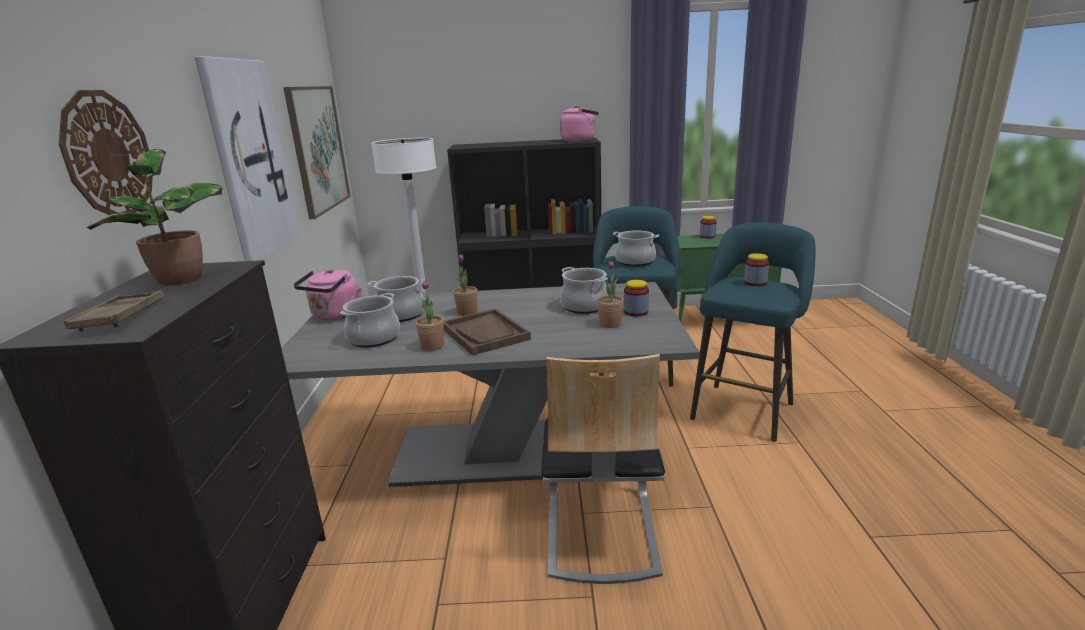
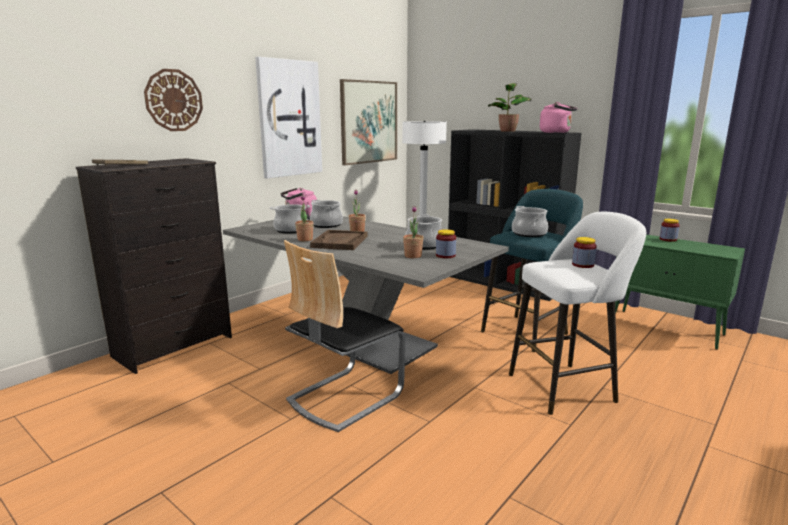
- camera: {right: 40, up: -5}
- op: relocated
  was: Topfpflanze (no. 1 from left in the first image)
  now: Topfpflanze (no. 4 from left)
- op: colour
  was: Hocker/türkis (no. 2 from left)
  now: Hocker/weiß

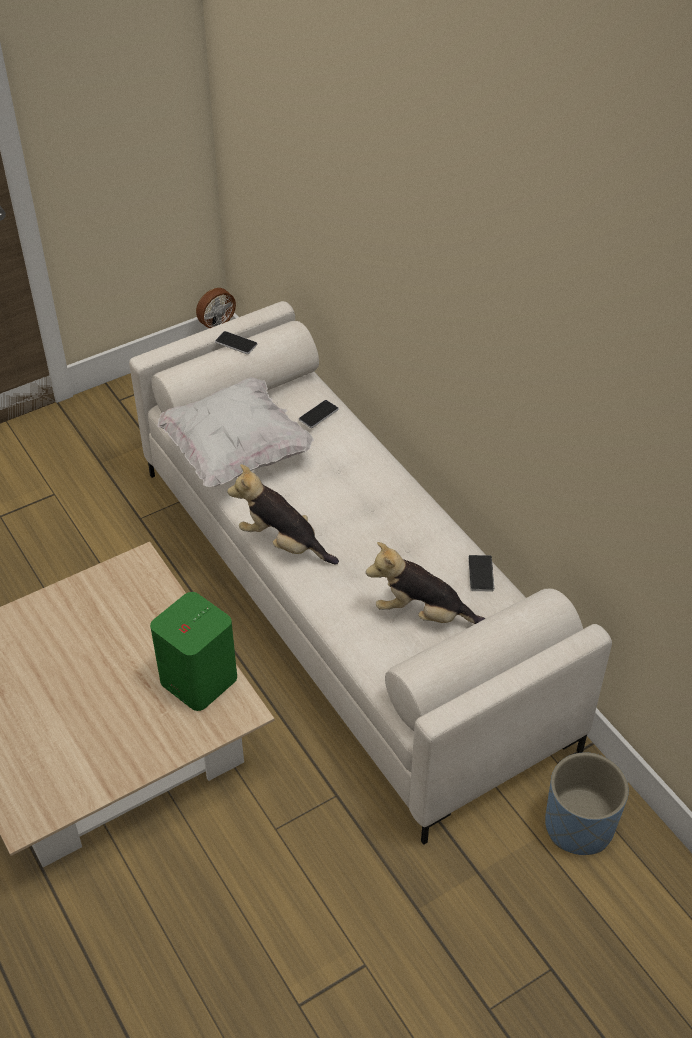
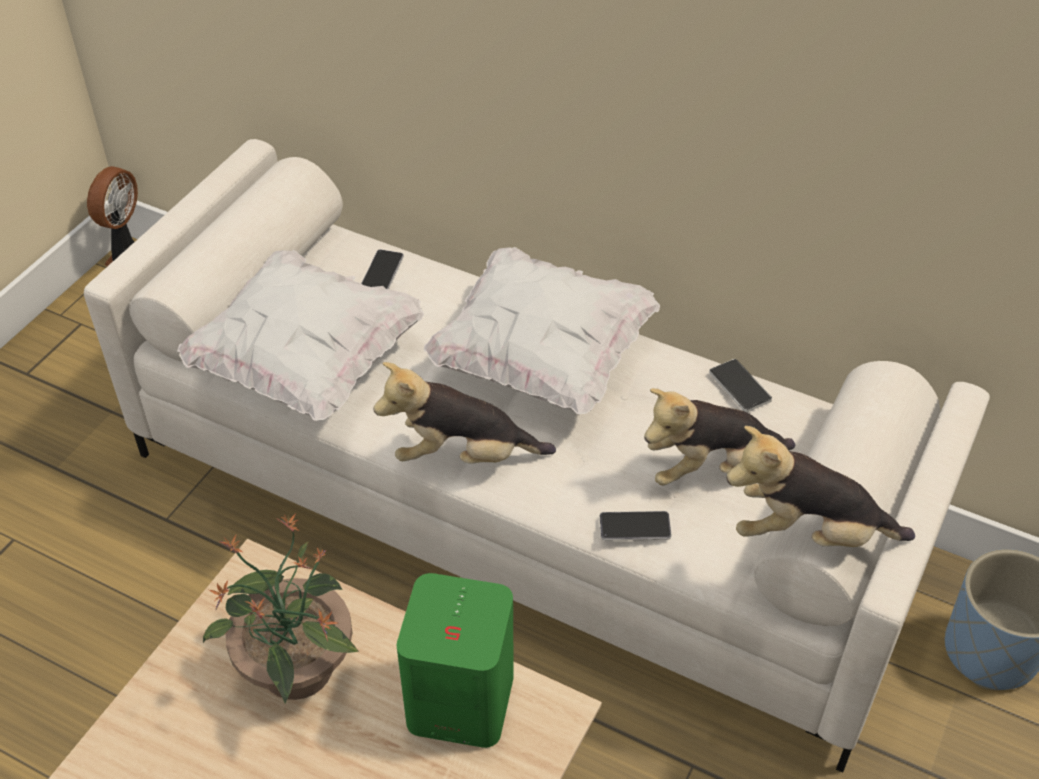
- camera: {right: -30, up: 0}
- op: appeared
  now: Topfpflanze
- op: appeared
  now: Kissen/weiß (no. 2 from left)
- op: relocated
  was: Handy (no. 1 from left in the first image)
  now: Handy (no. 2 from left)
- op: appeared
  now: Plüschtier (no. 3 from left)

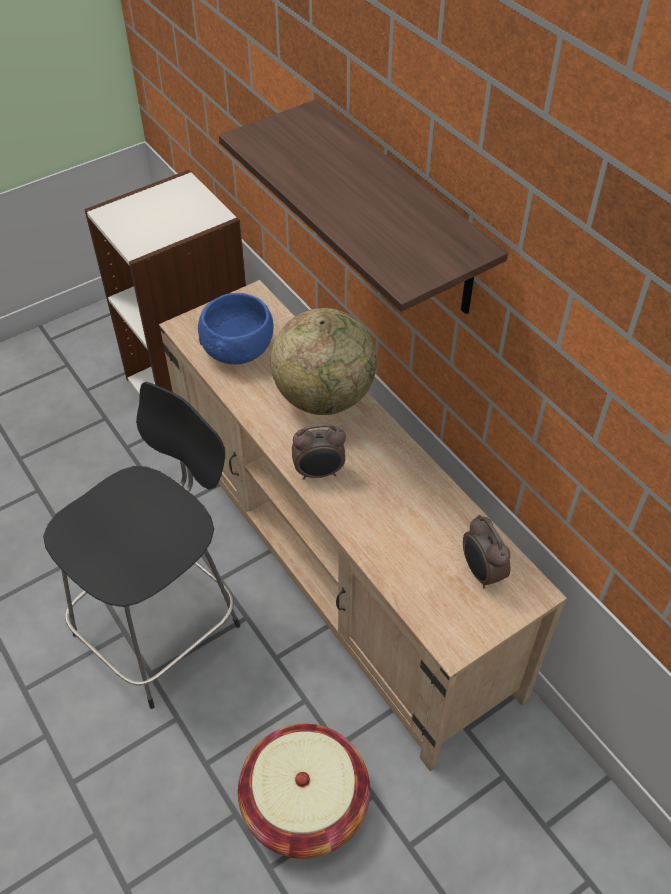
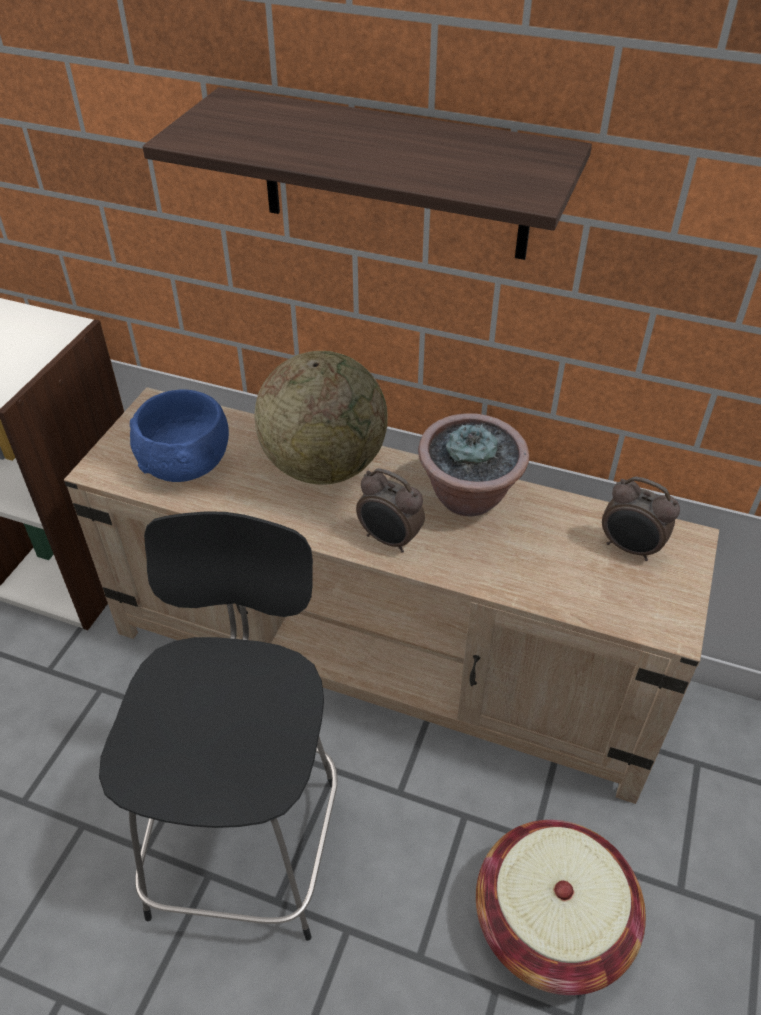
- camera: {right: -35, up: -5}
- op: spun
  was: Wecker (no. 1 from left)
  clockwise: 75
- op: appeared
  now: Topfpflanze

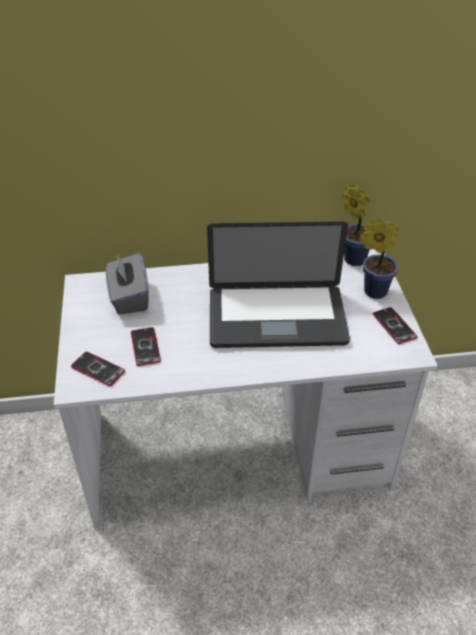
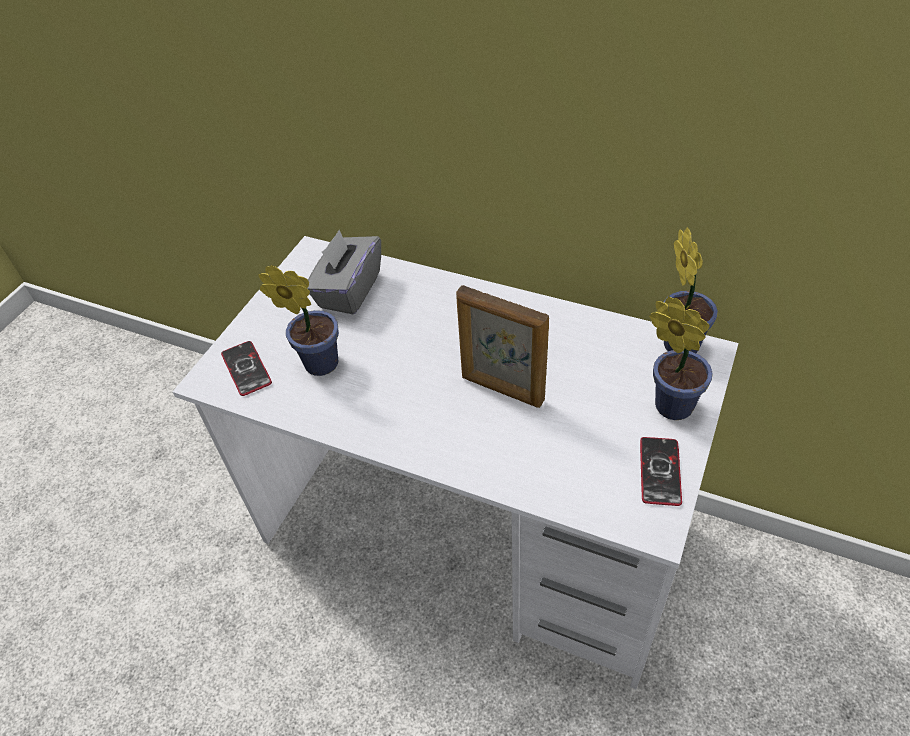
- camera: {right: 35, up: 5}
- op: exchanged
  was: Handy (no. 2 from left)
  now: Topfpflanze (no. 1 from left)
- op: exchanged
  was: Laptop
  now: Bilderrahmen

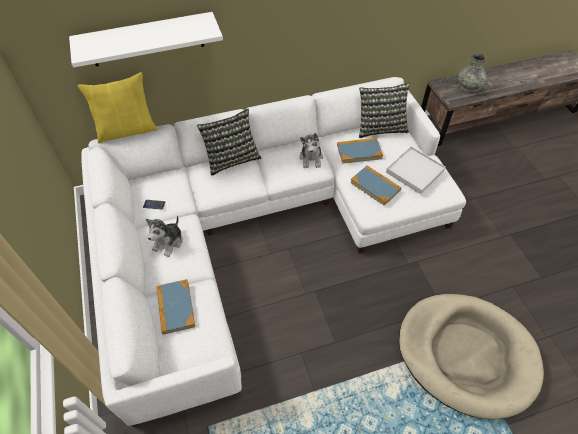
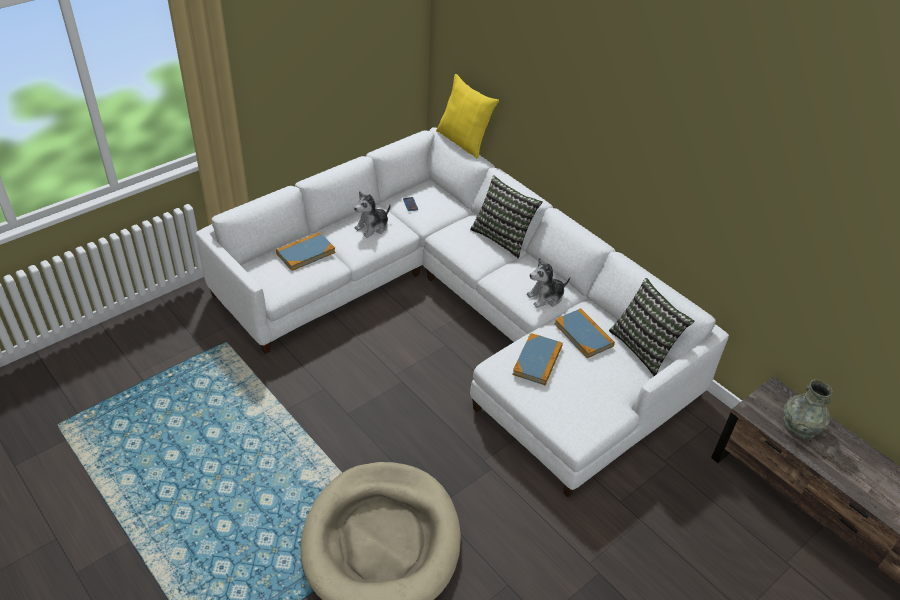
- camera: {right: 65, up: -10}
- op: spun
  was: Plüschtier (no. 1 from left)
  clockwise: -45
- op: missing
  was: Wandregal/weiß
- op: missing
  was: Tablett/weiß

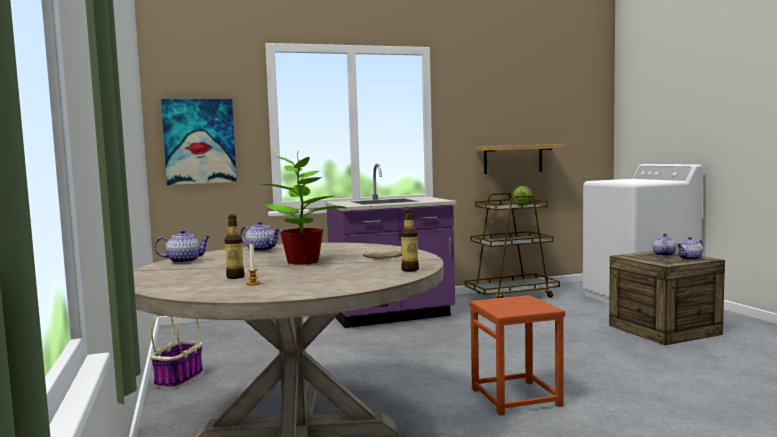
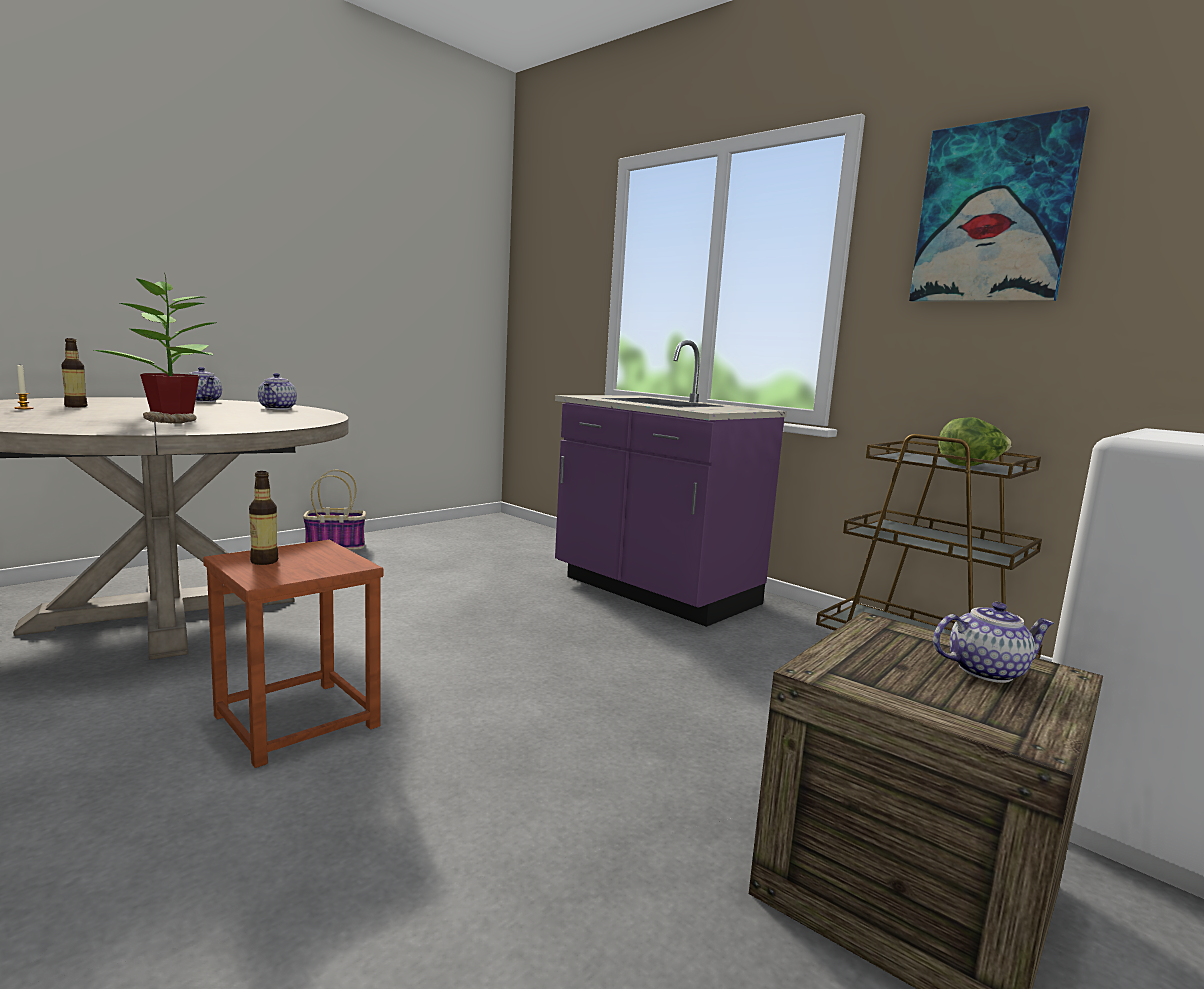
- camera: {right: 60, up: 5}
- op: relocated
  was: Flasche (no. 2 from left)
- op: relocated
  was: Bild
- op: missing
  was: Wandregal
- op: missing
  was: Teekanne (no. 4 from left)

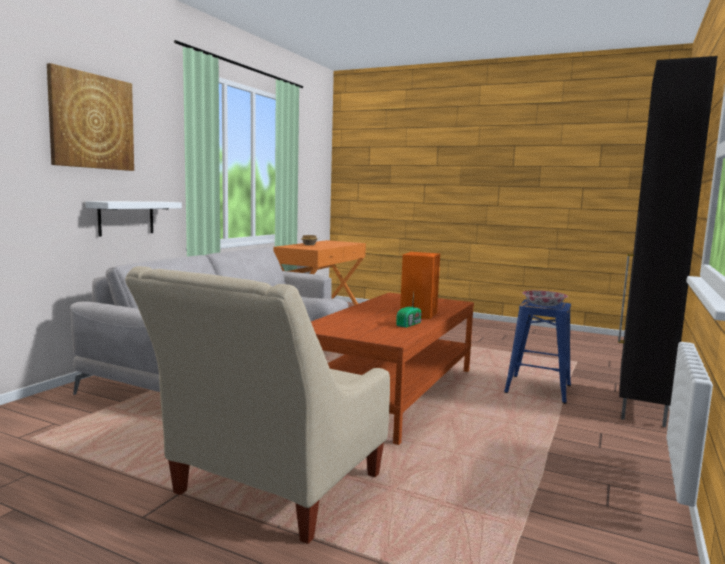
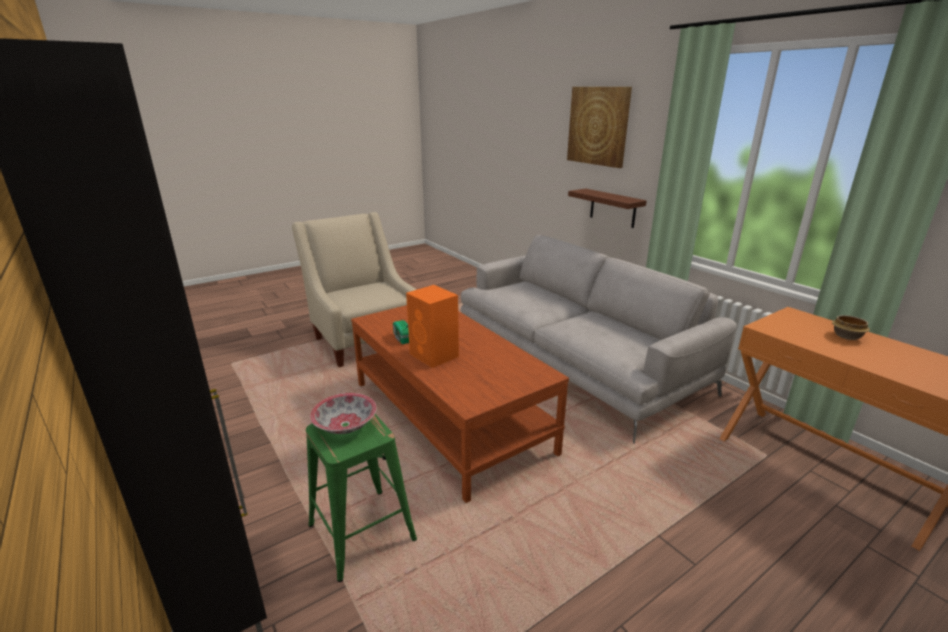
- camera: {right: 120, up: 15}
- op: colour
  was: Hocker/blau
  now: Hocker/grün
- op: colour
  was: Wandregal/weiß
  now: Wandregal/braun

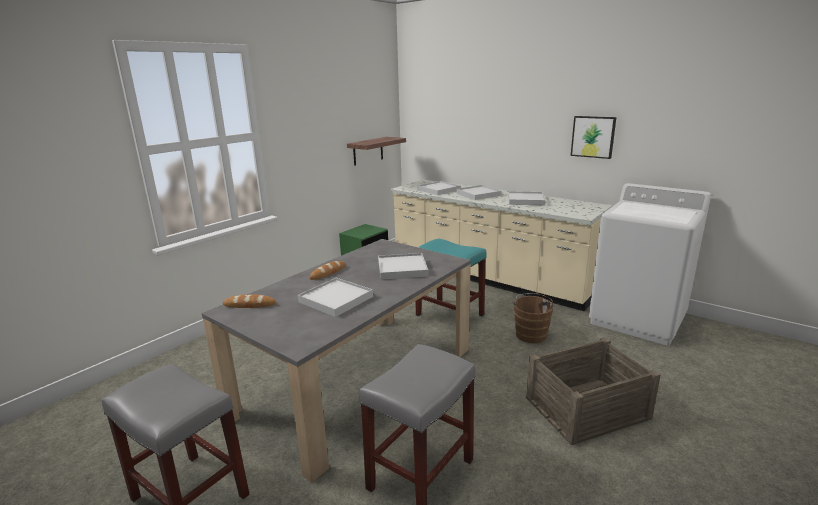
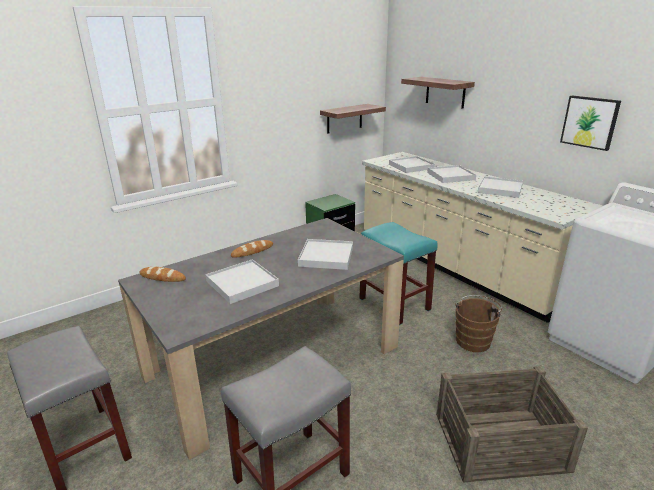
- camera: {right: 15, up: 5}
- op: appeared
  now: Wandregal (no. 2 from left)

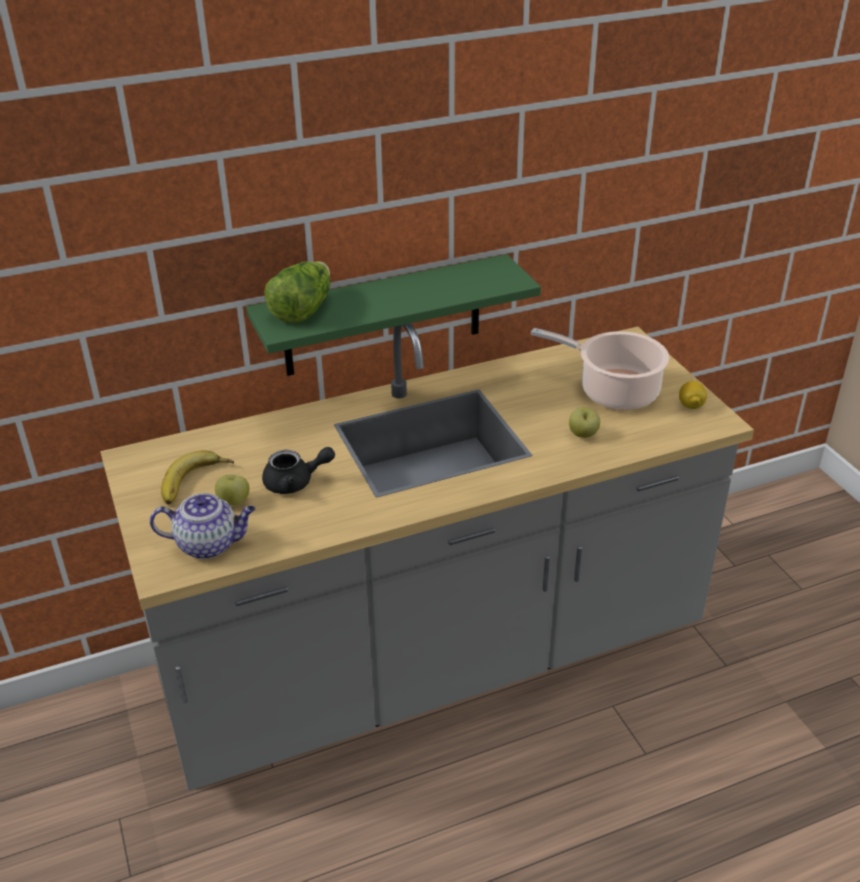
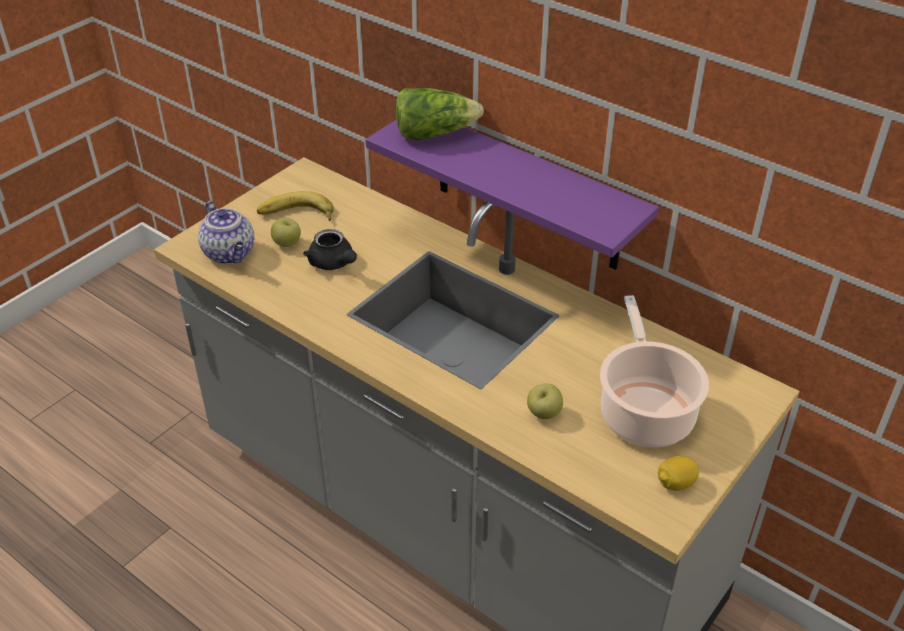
- camera: {right: 60, up: 5}
- op: colour
  was: Wandregal/grün
  now: Wandregal/lila

